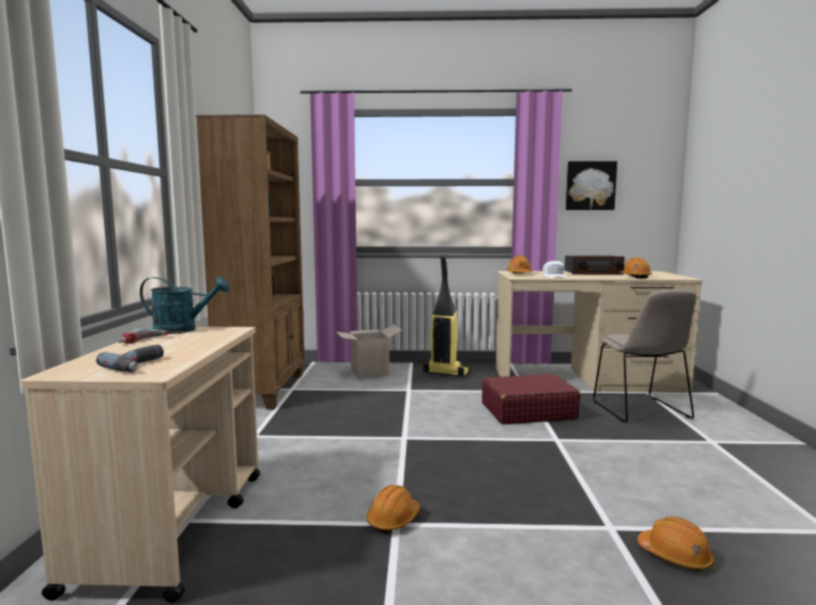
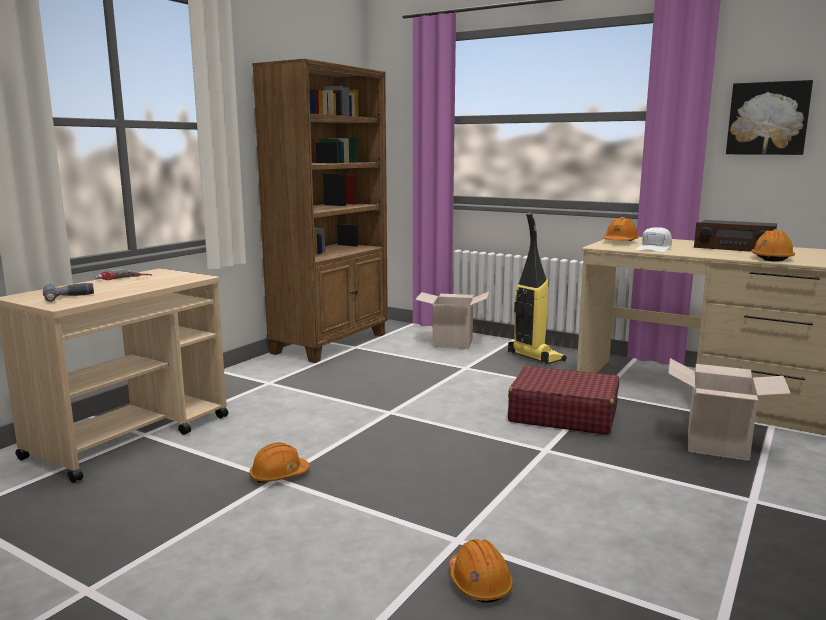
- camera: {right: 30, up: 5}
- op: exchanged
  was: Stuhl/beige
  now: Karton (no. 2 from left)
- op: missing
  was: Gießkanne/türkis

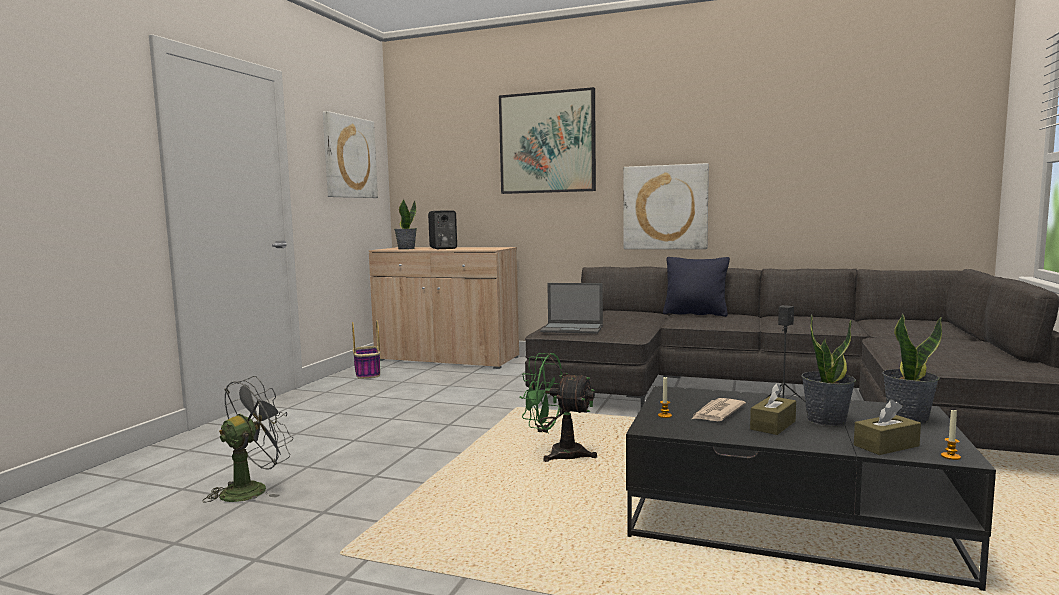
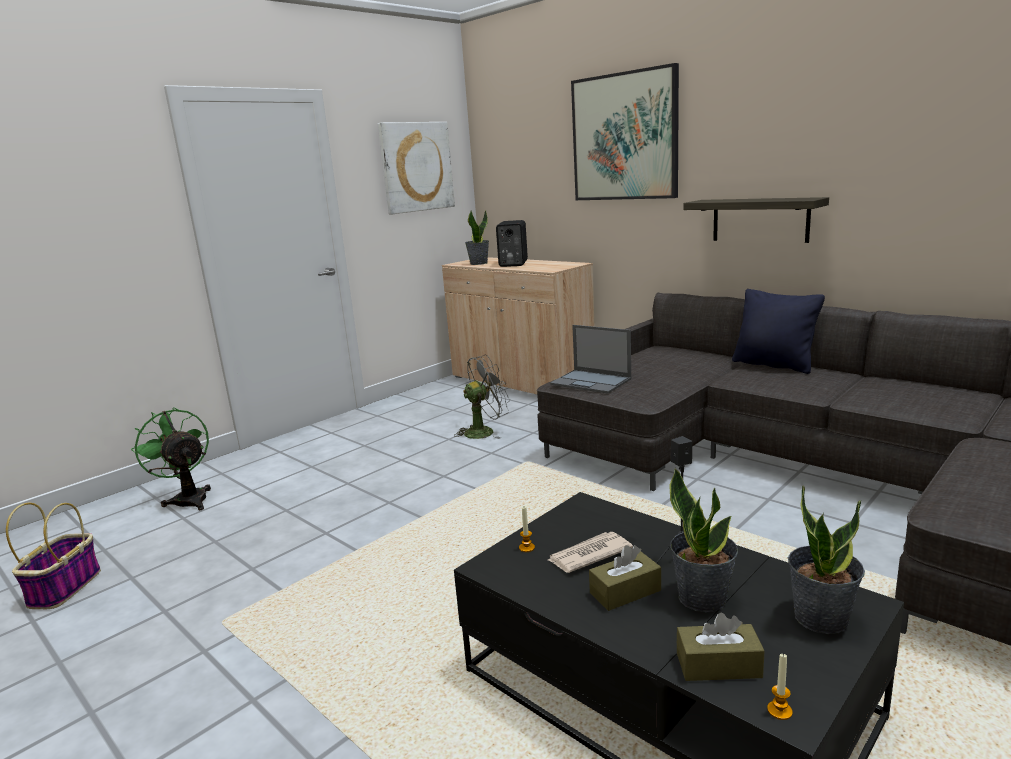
- camera: {right: 25, up: 10}
- op: relocated
  was: Korb
- op: relocated
  was: Ventilator/grün
- op: relocated
  was: Ventilator/grau
- op: exchanged
  was: Bild (no. 3 from left)
  now: Wandregal

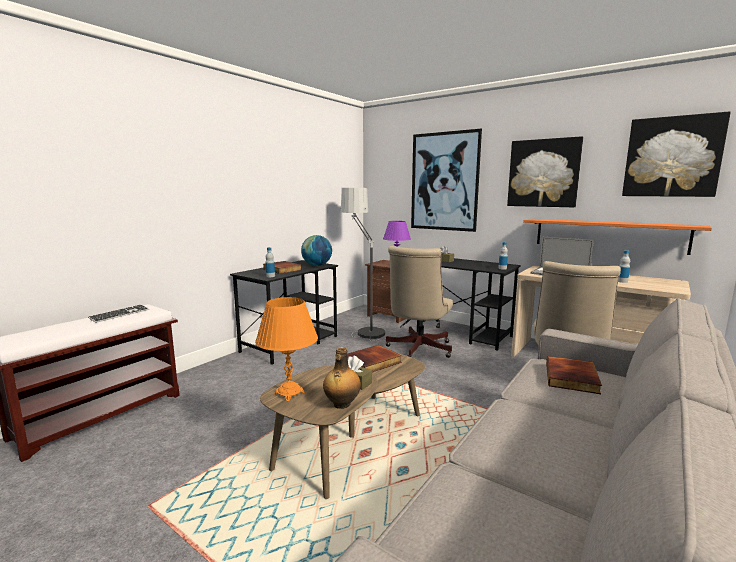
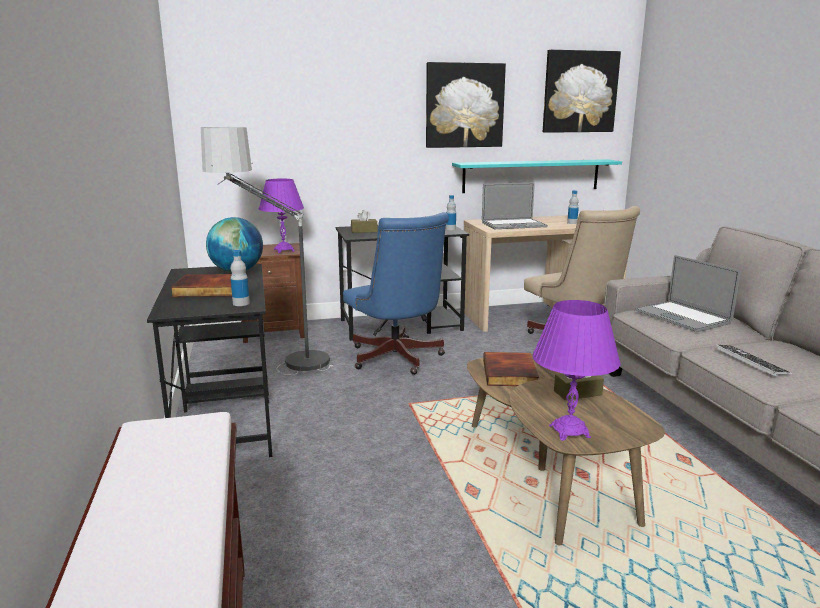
- camera: {right: -50, up: 5}
- op: colour
  was: Bürostuhl/beige (no. 1 from left)
  now: Bürostuhl/blau
- op: colour
  was: Wandregal/orange
  now: Wandregal/türkis
- op: colour
  was: Tischlampe/orange
  now: Tischlampe/lila (no. 2 from left)
- op: exchanged
  was: Buch (no. 3 from left)
  now: Laptop (no. 2 from left)
- op: relocated
  was: Tastatur
- op: missing
  was: Flasche (no. 2 from left)
- op: missing
  was: Bild (no. 1 from left)

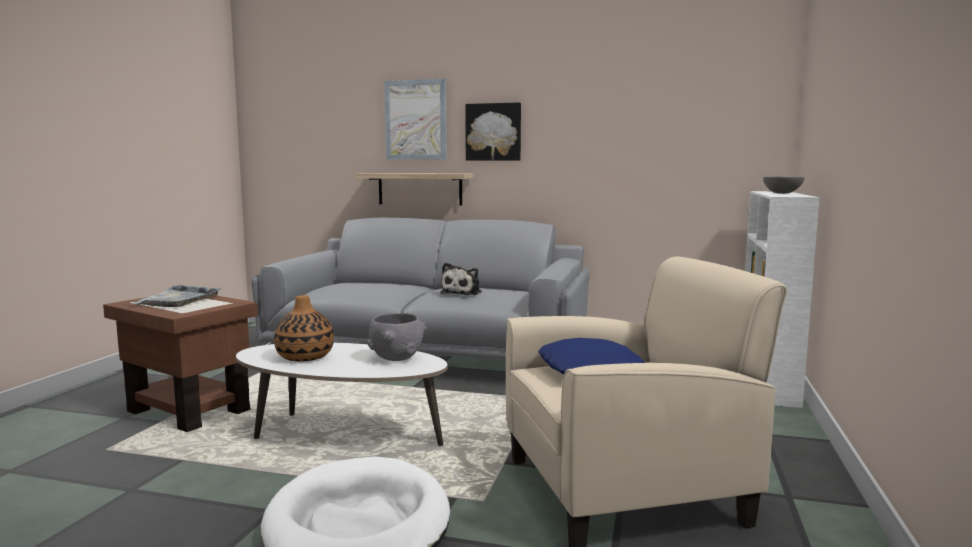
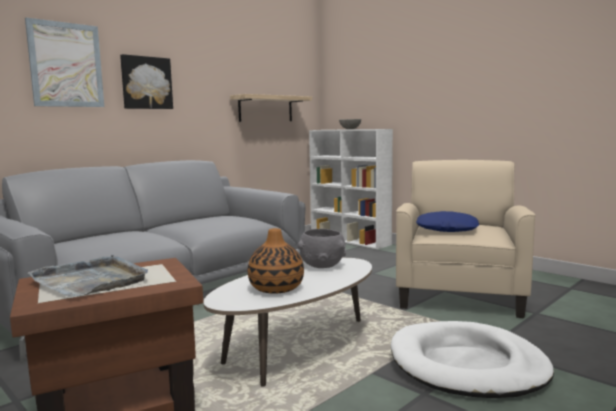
- camera: {right: -60, up: 0}
- op: relocated
  was: Wandregal
- op: missing
  was: Plüschtier

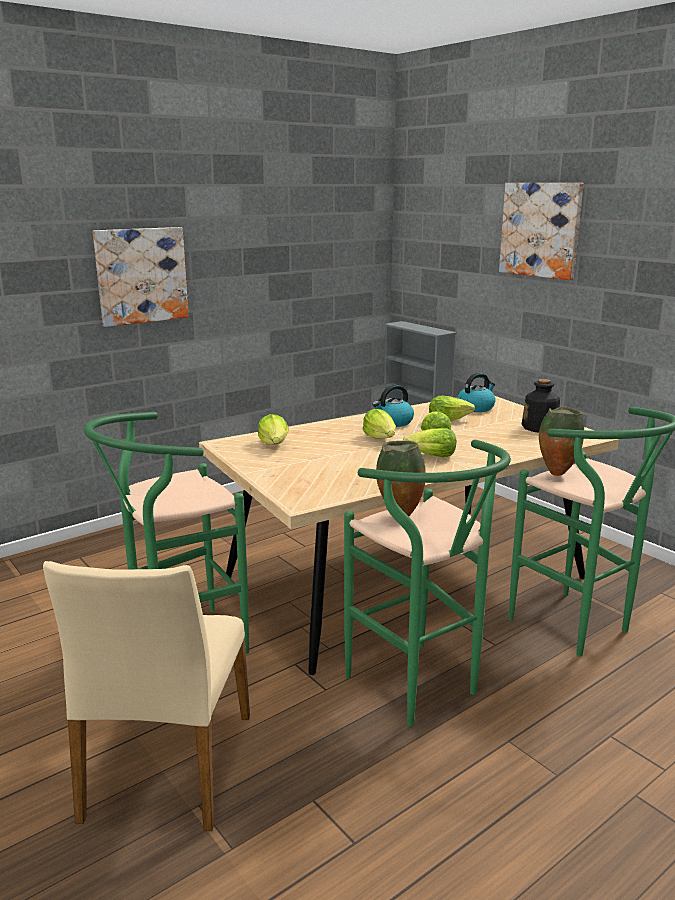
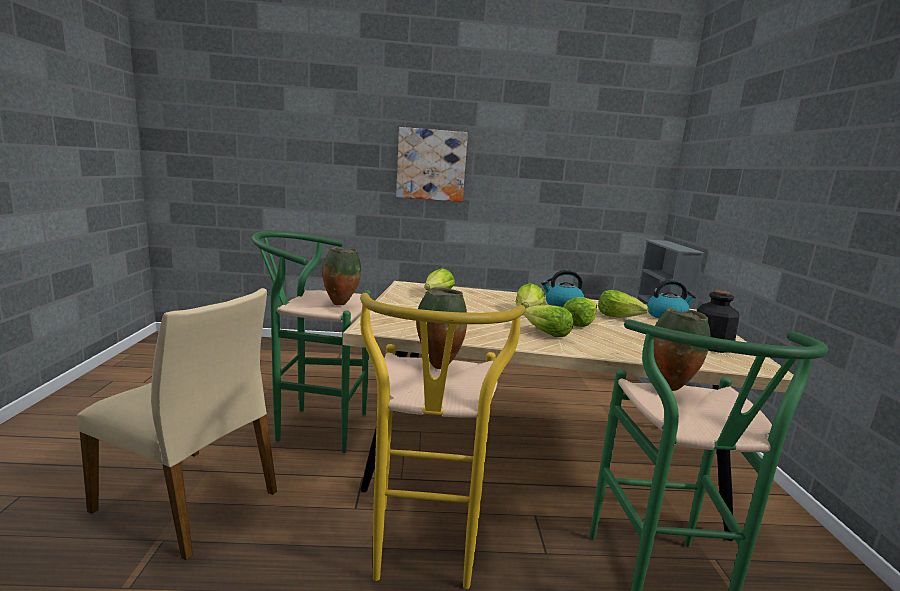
- camera: {right: 35, up: -5}
- op: spun
  was: Stuhl/beige
  clockwise: -105
- op: appeared
  now: Vase (no. 1 from left)
- op: colour
  was: Hocker/grün (no. 2 from left)
  now: Hocker/gelb
- op: missing
  was: Bild (no. 2 from left)

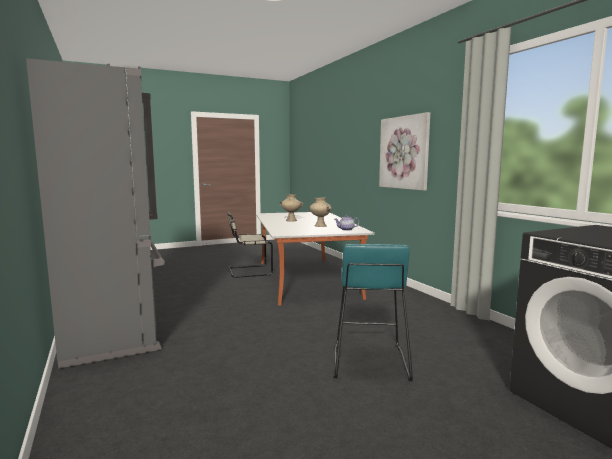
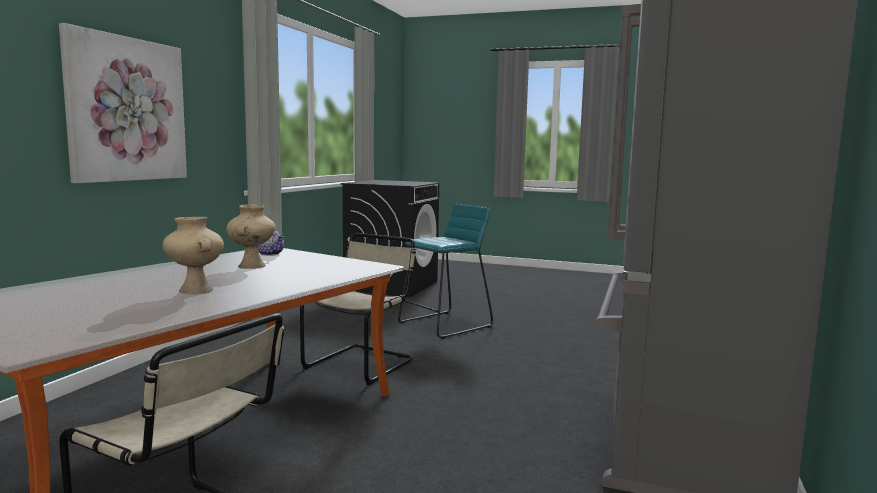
- camera: {right: -135, up: 0}
- op: appeared
  now: Stuhl/beige (no. 2 from left)

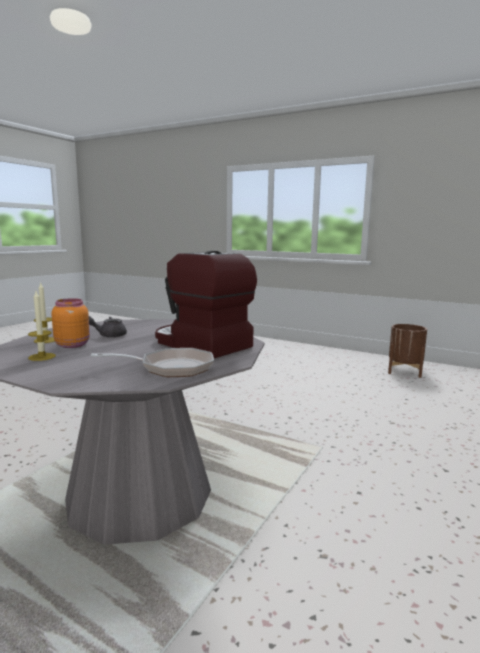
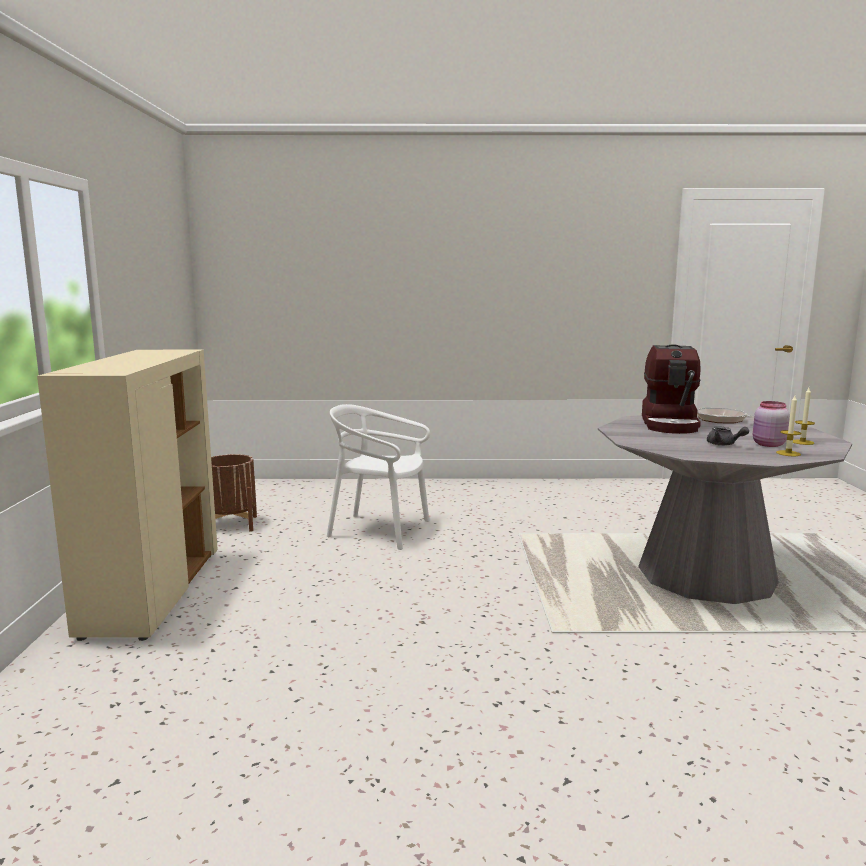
- camera: {right: -120, up: 0}
- op: appeared
  now: Schrank/beige
- op: appeared
  now: Stuhl/weiß
- op: colour
  was: Vorratsglas/orange
  now: Vorratsglas/rosa

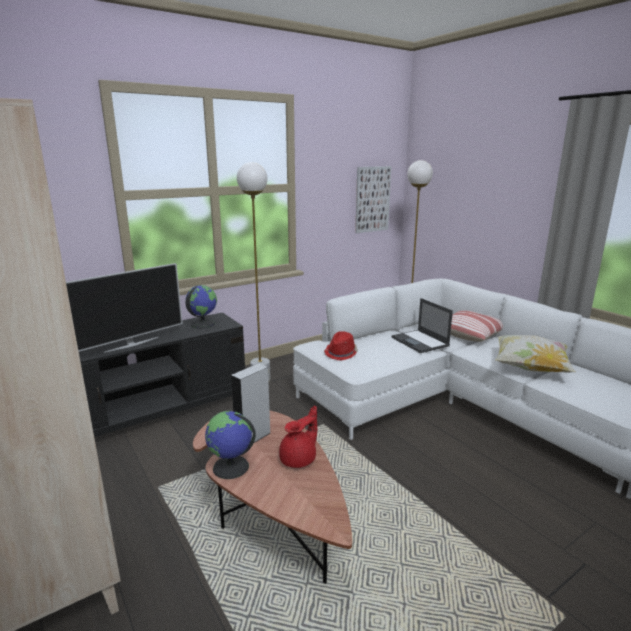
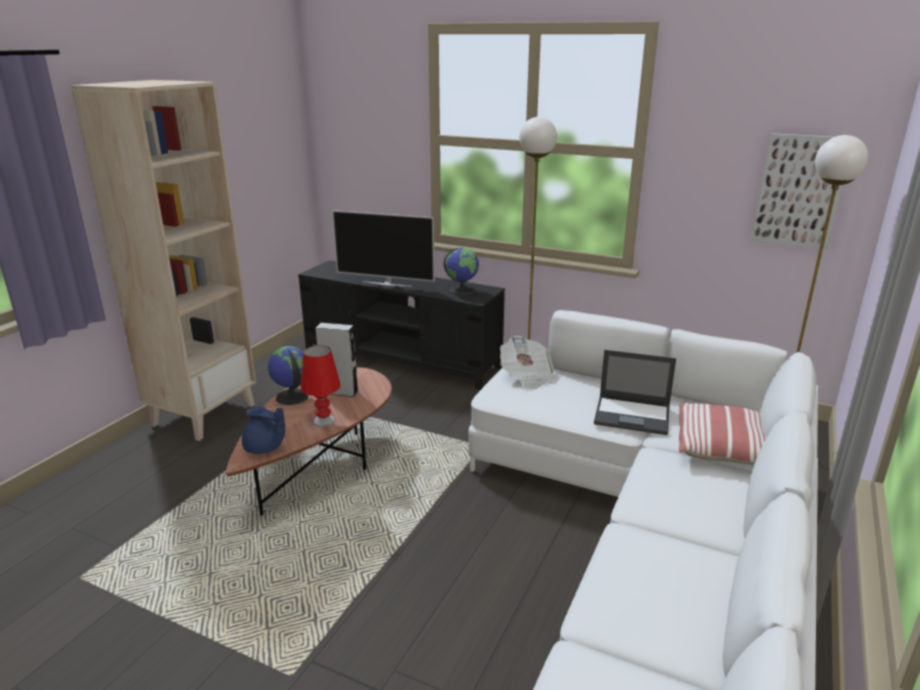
- camera: {right: 60, up: 5}
- op: appeared
  now: Teekanne/blau
- op: exchanged
  was: Teekanne/rot
  now: Tischlampe/rot
- op: exchanged
  was: Hut/rot
  now: Zeitung
- op: spun
  was: Laptop
  clockwise: -105
- op: missing
  was: Kissen (no. 2 from left)

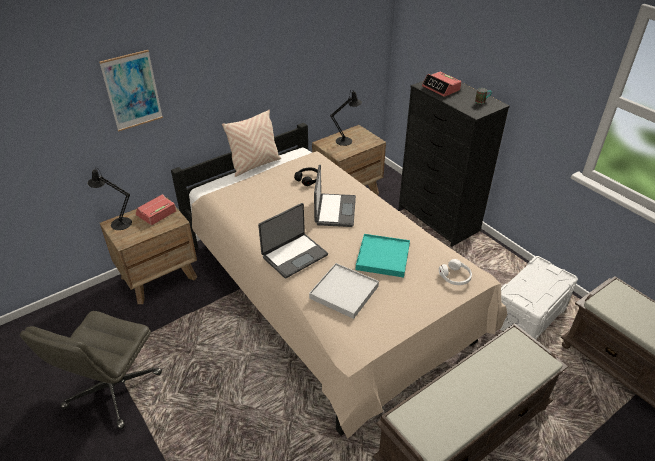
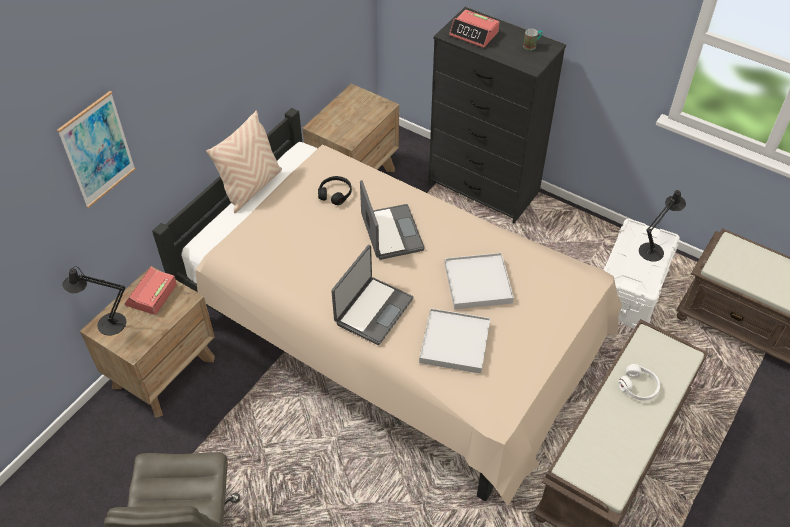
- camera: {right: -20, up: 10}
- op: colour
  was: Tablett/türkis
  now: Tablett/weiß (no. 2 from left)
- op: relocated
  was: Kopfhörer/weiß
- op: relocated
  was: Tischlampe/schwarz (no. 2 from left)

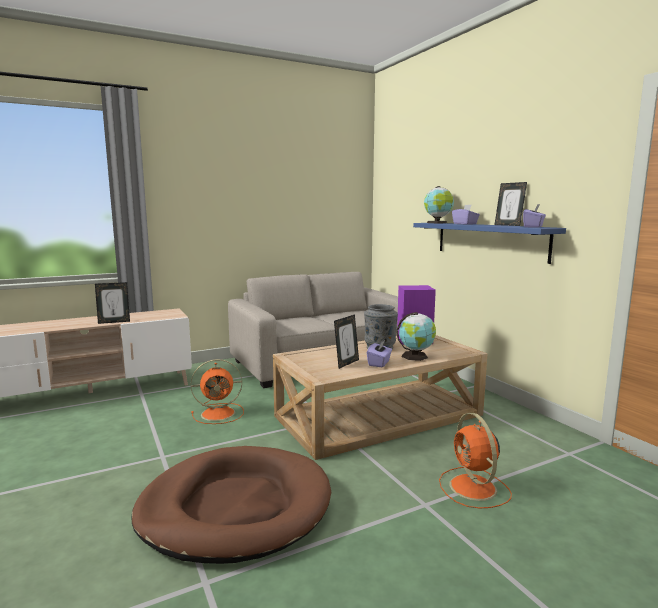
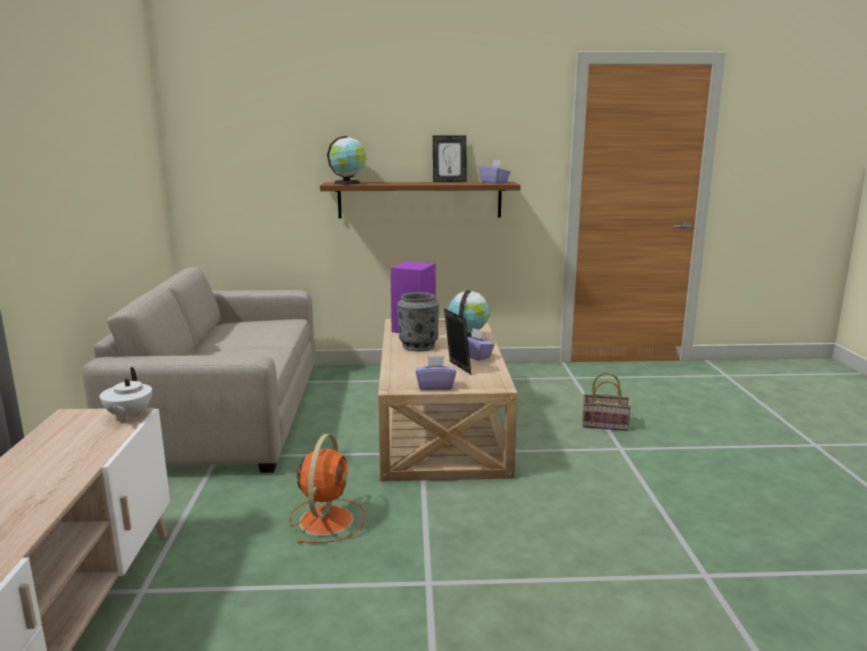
- camera: {right: -65, up: 5}
- op: appeared
  now: Teekanne/weiß
- op: colour
  was: Wandregal/blau
  now: Wandregal/braun
- op: relocated
  was: Taschentuchbox/lila (no. 2 from left in the first image)
  now: Taschentuchbox/lila (no. 1 from left)
- op: exchanged
  was: Ventilator/orange (no. 2 from left)
  now: Korb
- op: missing
  was: Bilderrahmen (no. 1 from left)
- op: missing
  was: Hundebett/braun

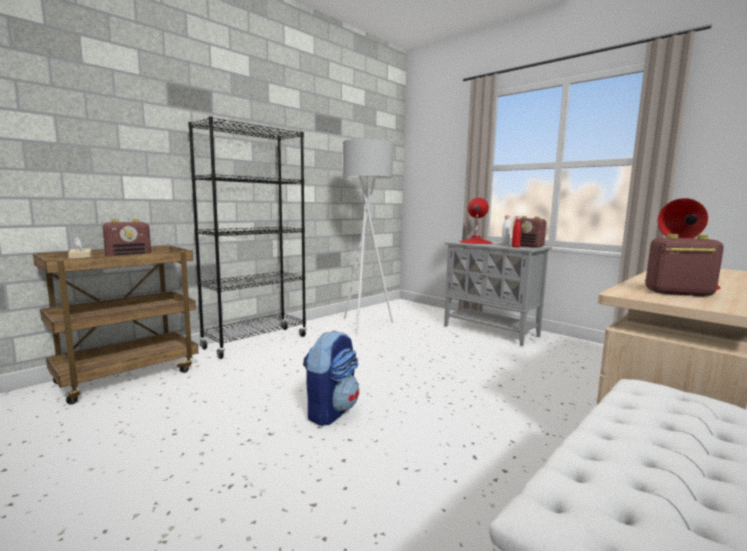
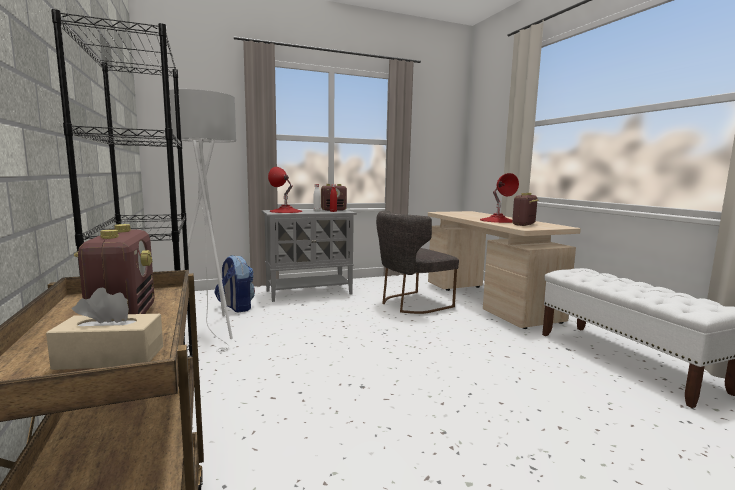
- camera: {right: -65, up: 0}
- op: relocated
  was: Rucksack
- op: appeared
  now: Stuhl/grau

